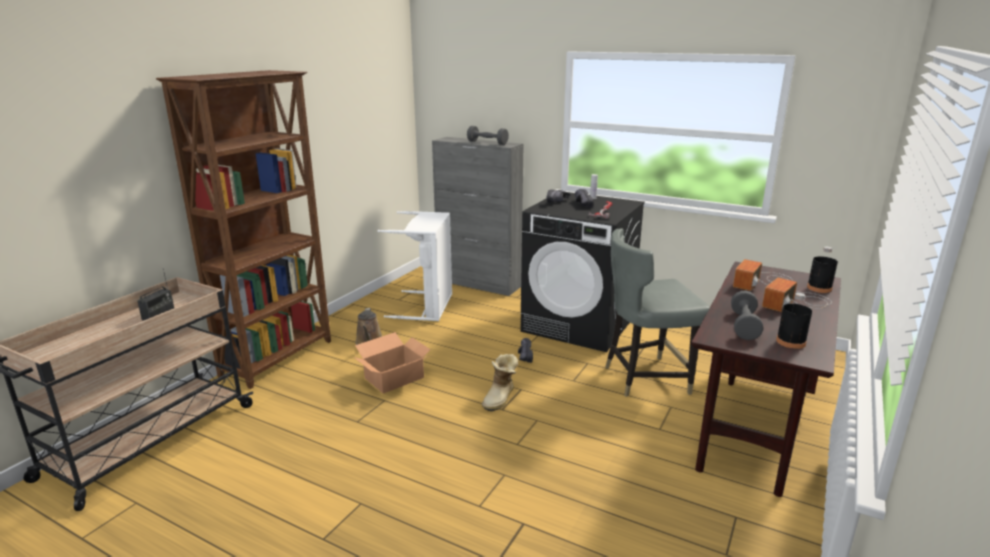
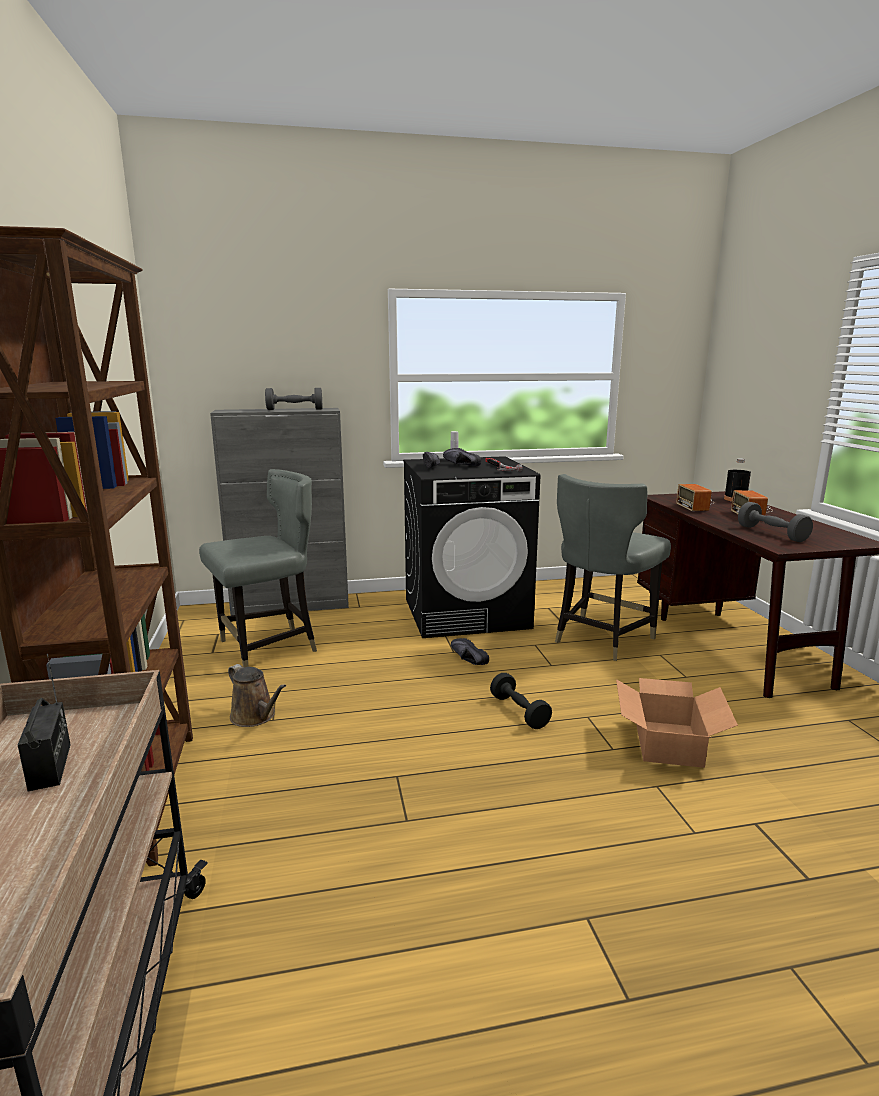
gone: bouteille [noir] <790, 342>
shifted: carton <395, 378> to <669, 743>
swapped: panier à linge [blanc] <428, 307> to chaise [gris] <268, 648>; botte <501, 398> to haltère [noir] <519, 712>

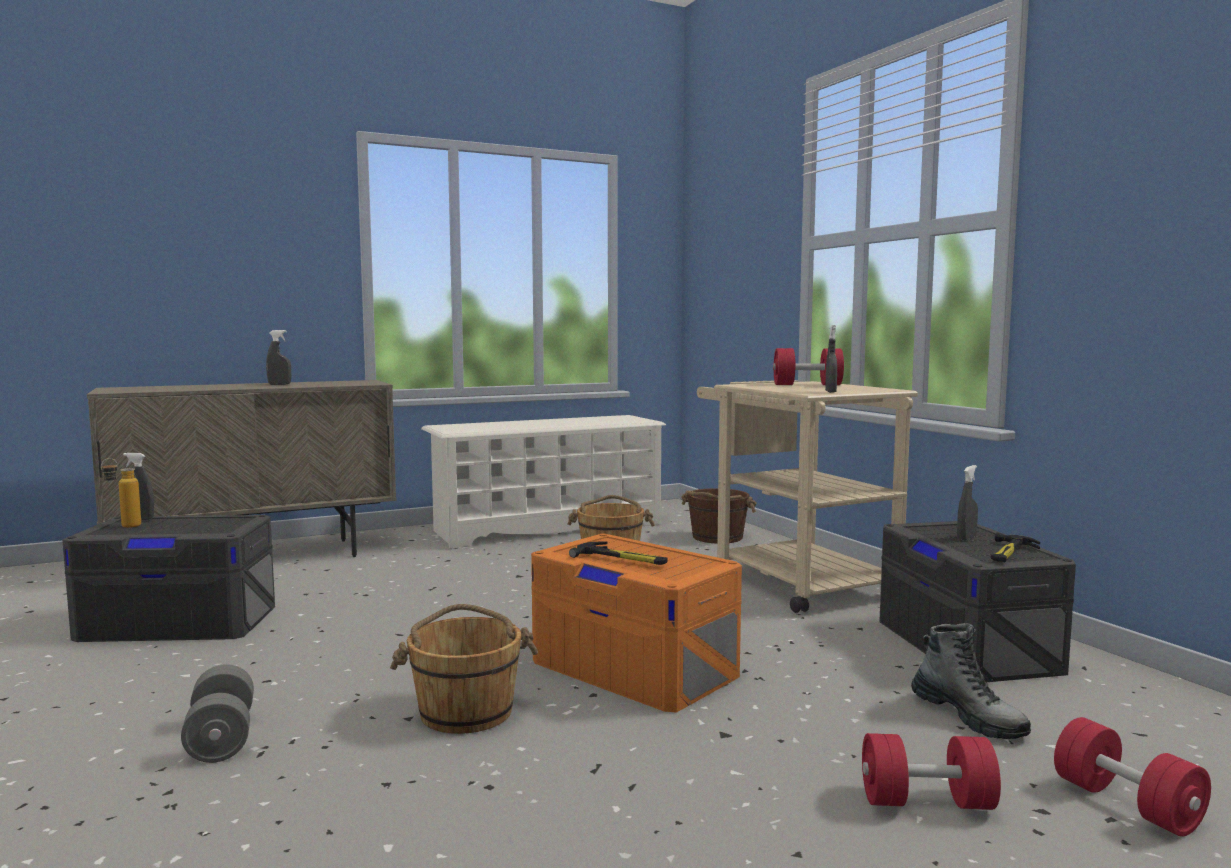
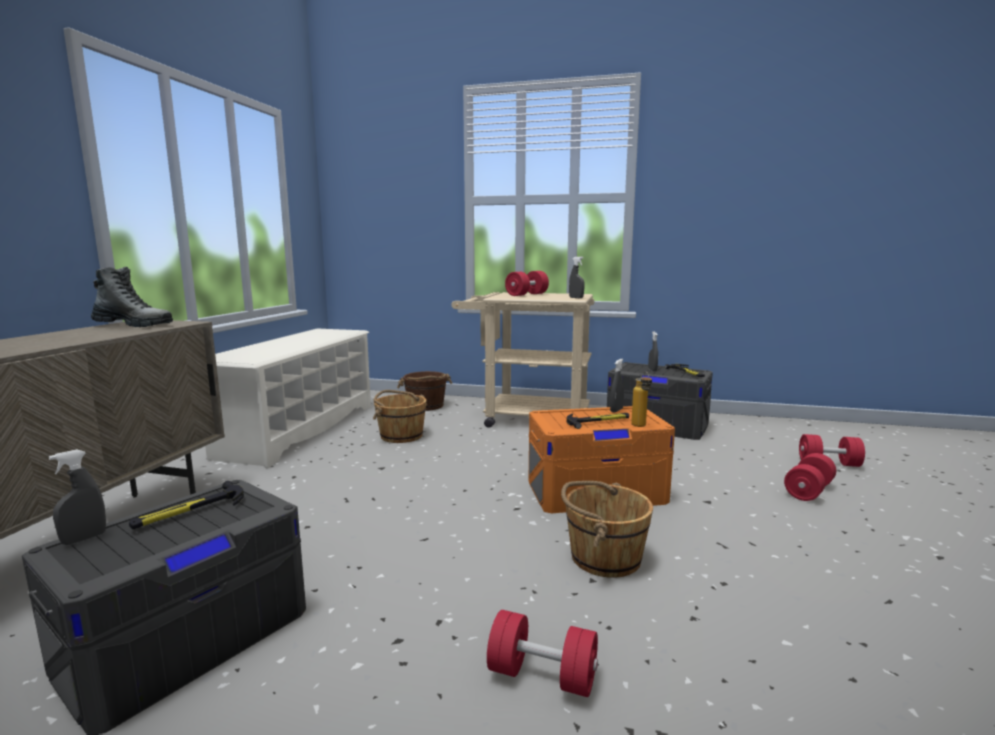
new: marteau <190, 510>
shifted: bouteille <123, 527> to <640, 427>; vaporisateur [gris] <279, 384> to <616, 410>; botte <968, 717> to <134, 325>
repainted: haltère [gris] <221, 738> to haltère [rouge] <542, 675>

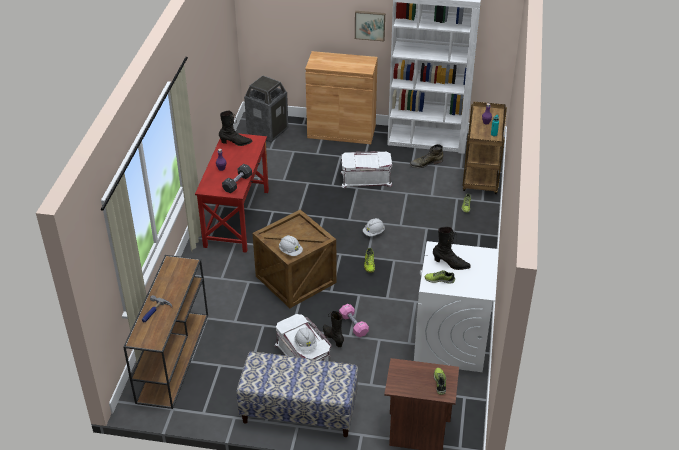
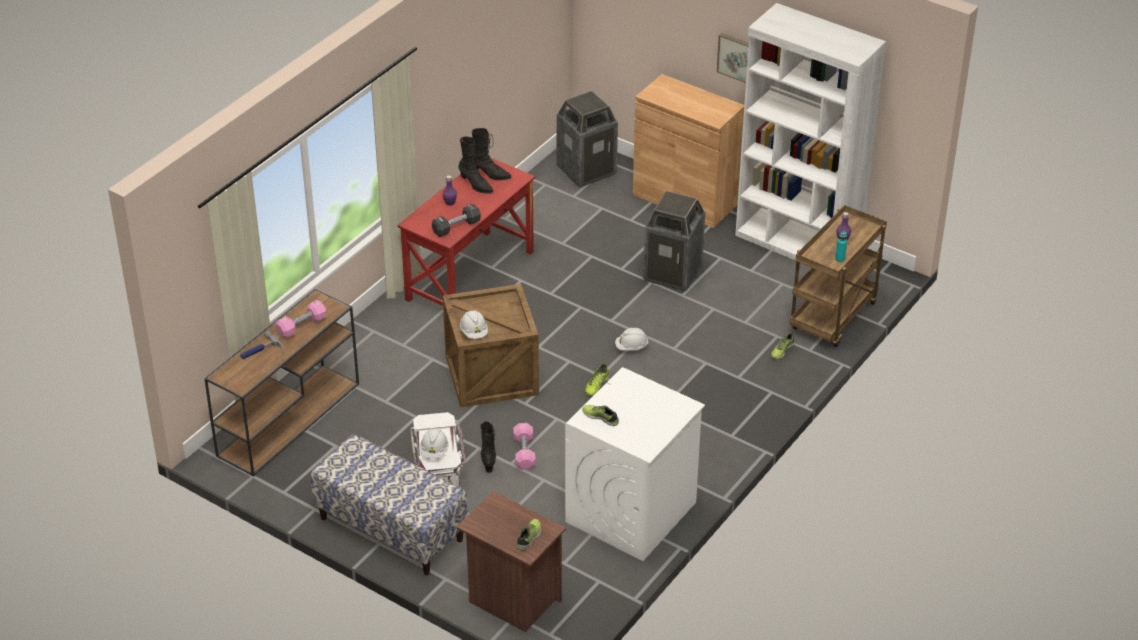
gone: botte [vert] <426, 163>
new: haltère [rose] <302, 326>
shifted: botte [noir] <451, 264> to <475, 185>
swapped: boîte de rangement [blanc] <366, 178> to poubelle <673, 273>

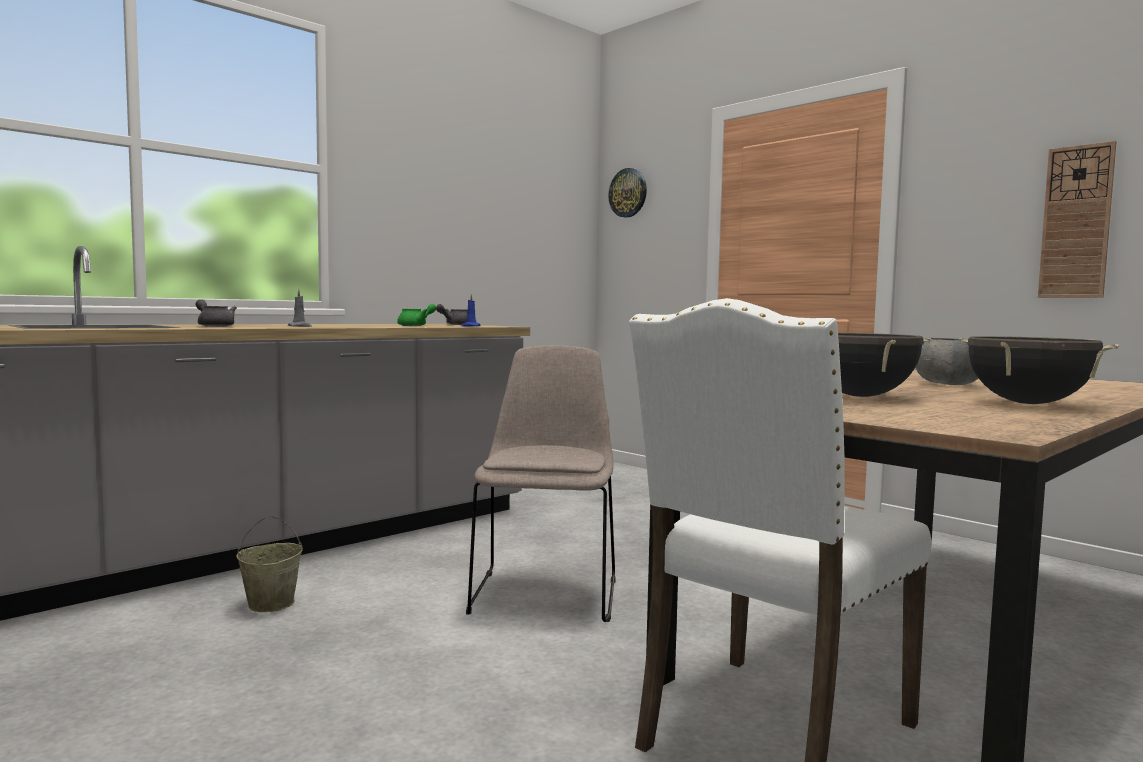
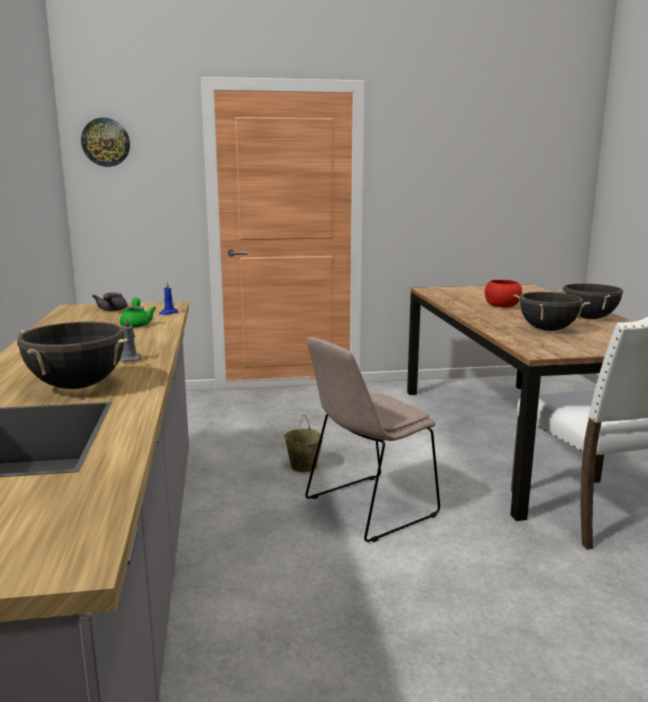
gone: horloge murale <1076, 222>
shifted: seau [beige] <272, 603> to <303, 466>
swapped: théière [gris] <214, 326> to marmite [noir] <77, 386>
repainted: bol [gris] <947, 384> to bol [rouge] <501, 306>
rotated: chaise [beige] <545, 592> = <367, 508> 75 degrees counterclockwise

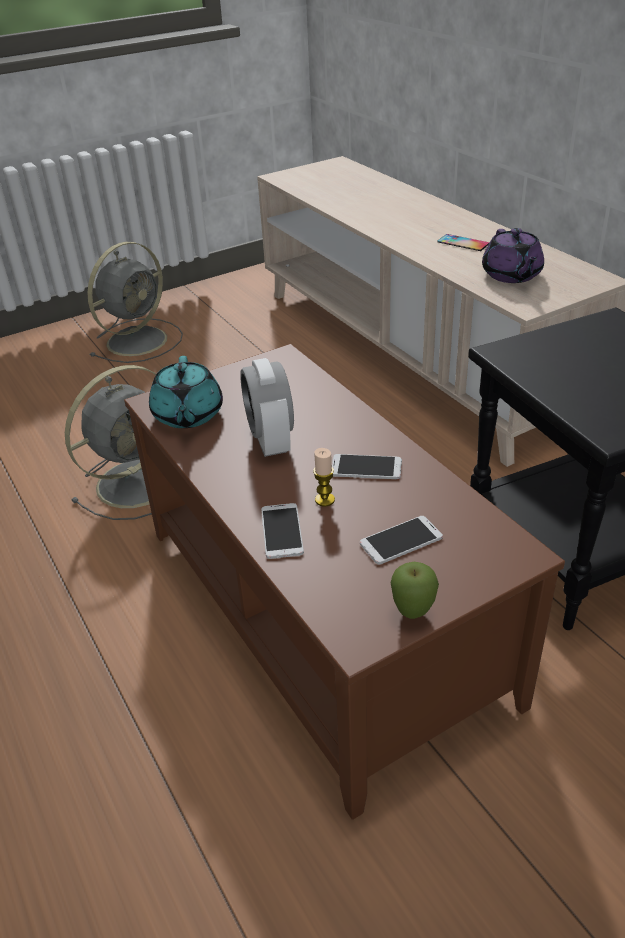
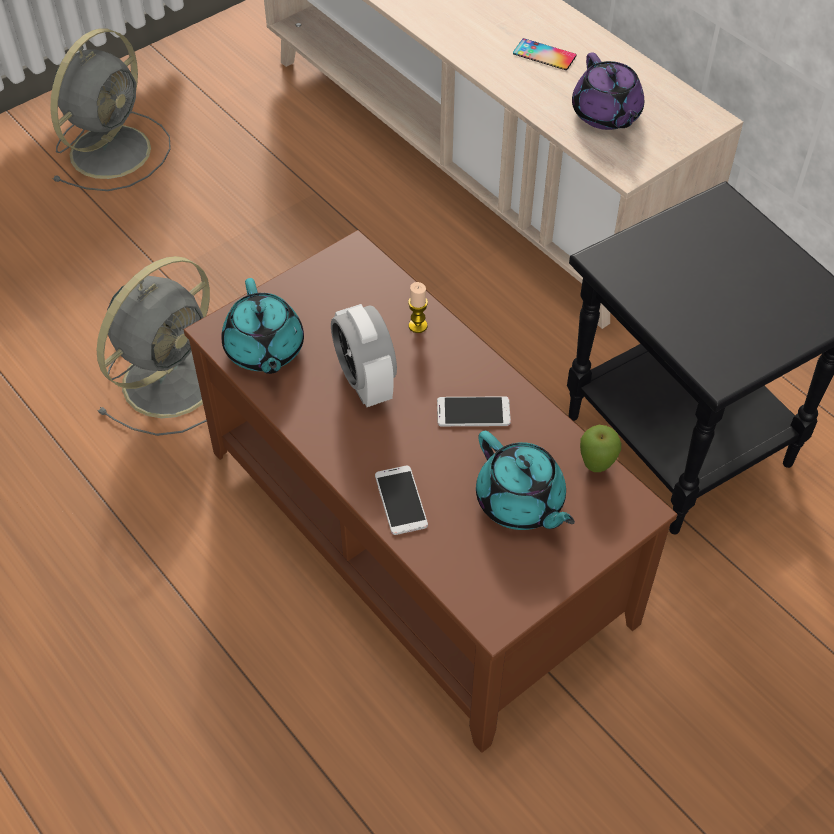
shifted: bougie <324, 500> to <418, 326>; pomme <412, 613> to <596, 466>
swapped: téléphone <401, 540> to théière [turquoise] <520, 502>

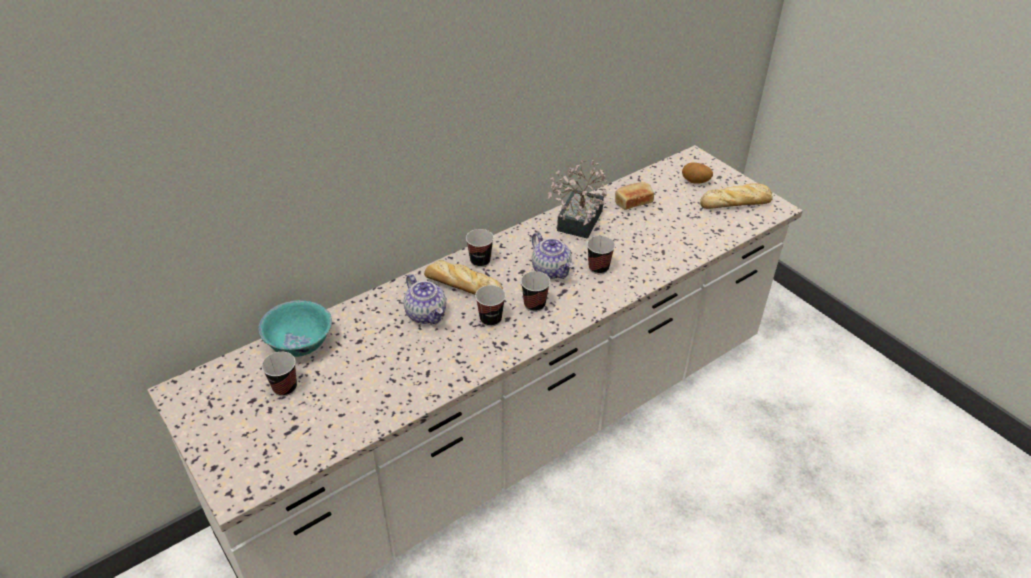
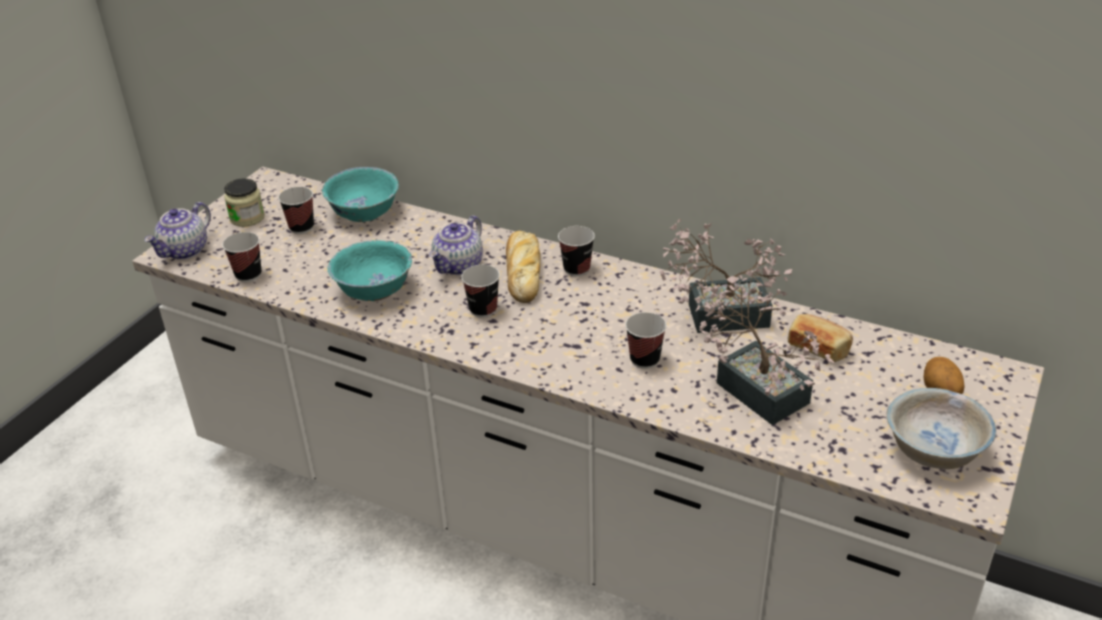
new: bocal <247, 218>; bol [turquoise] <374, 289>; plante en pot <755, 386>
shifted: tasse <534, 305> to <248, 275>; théière <551, 270> to <185, 251>
swapped: pain <737, 203> to bol [blanc] <934, 450>

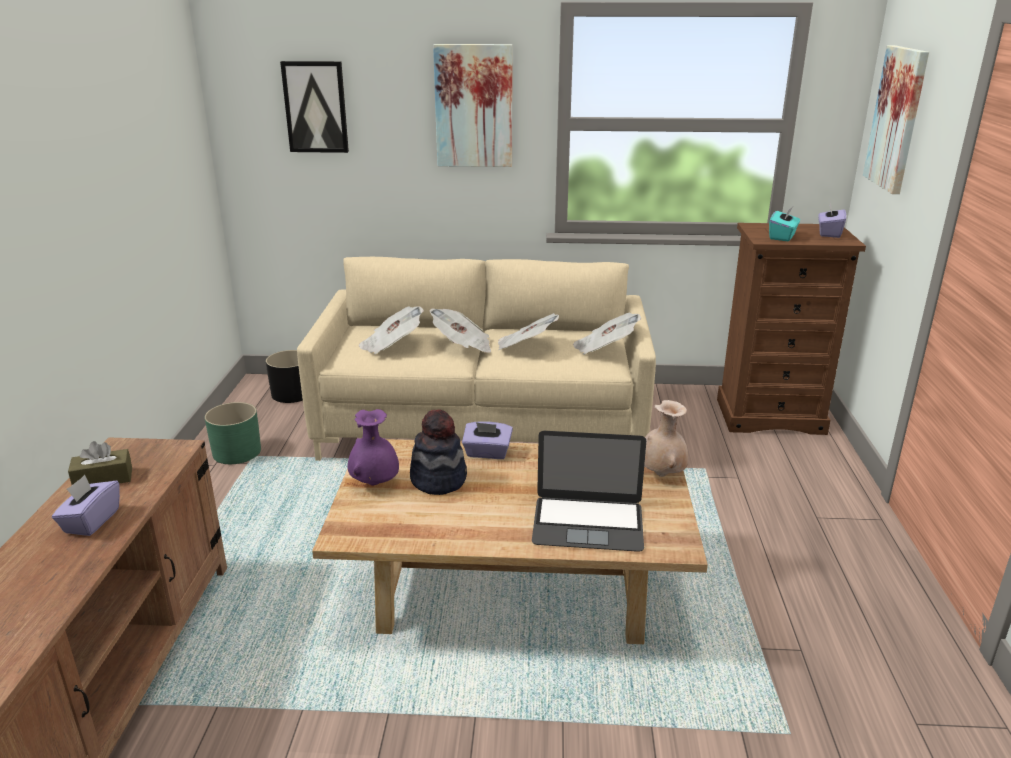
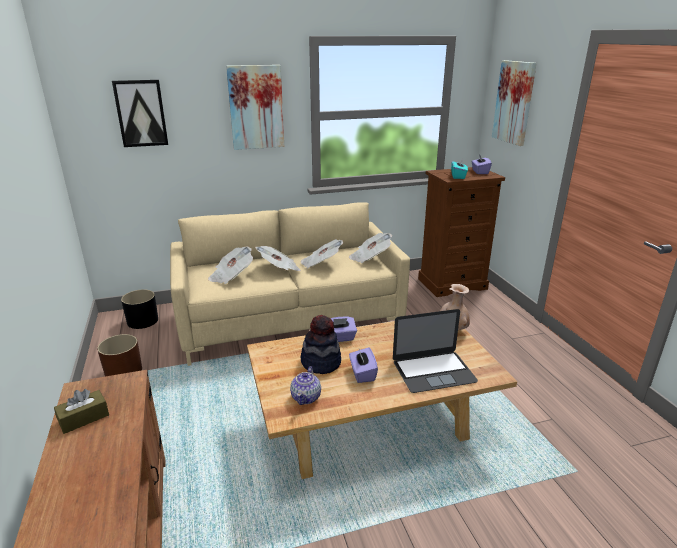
gone: vase [violet] <375, 483>
new: théière <306, 397>
shifted: boîte à mouchoirs [violet] <91, 521> to <362, 374>
repainted: cache-pot [vert] <237, 452> to cache-pot [marron] <124, 371>

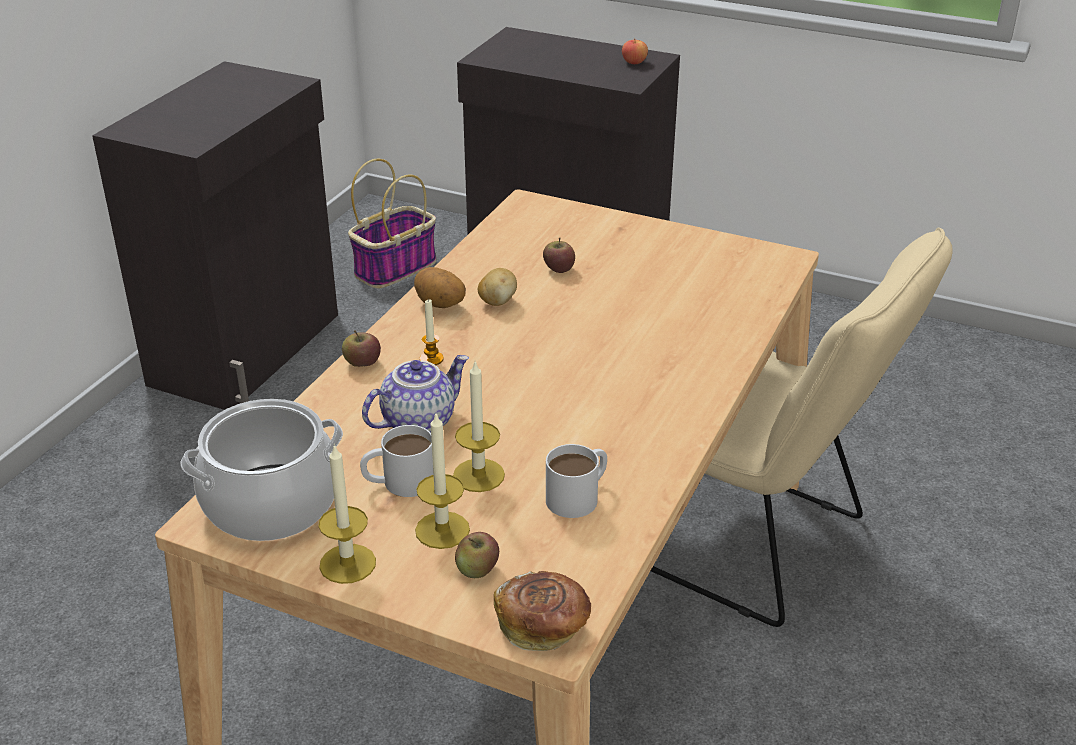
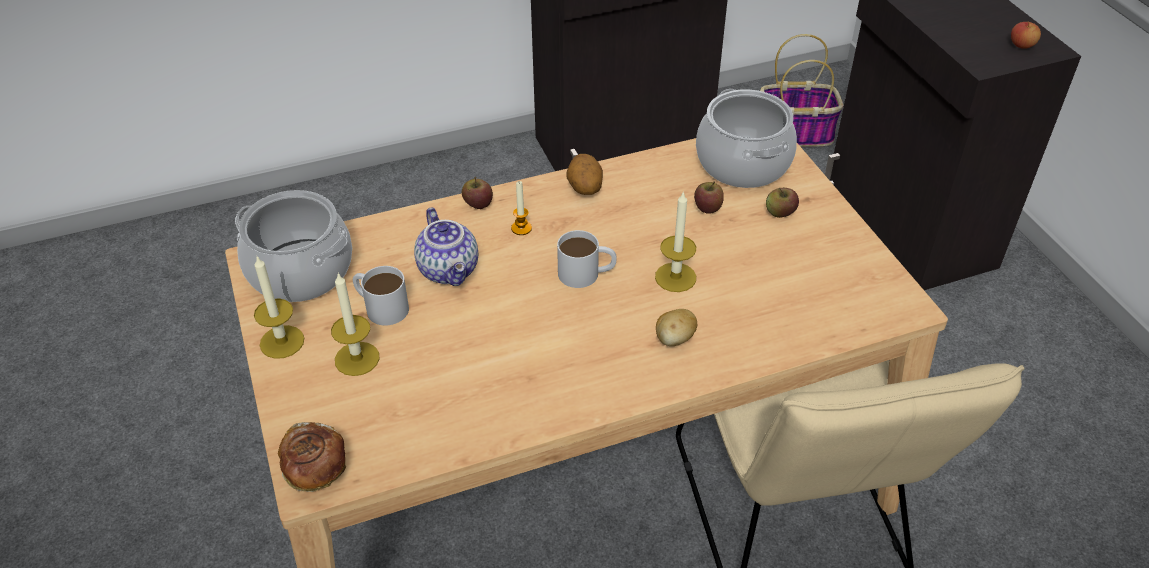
new: marmite <742, 163>
shifted: bougie <478, 475> to <675, 277>; pomme <477, 570> to <780, 213>; pomme de terre <497, 302> to <674, 339>; mug [blanc] <579, 495> to <586, 273>
rotated: théière <418, 421> = <450, 270> 60 degrees clockwise

